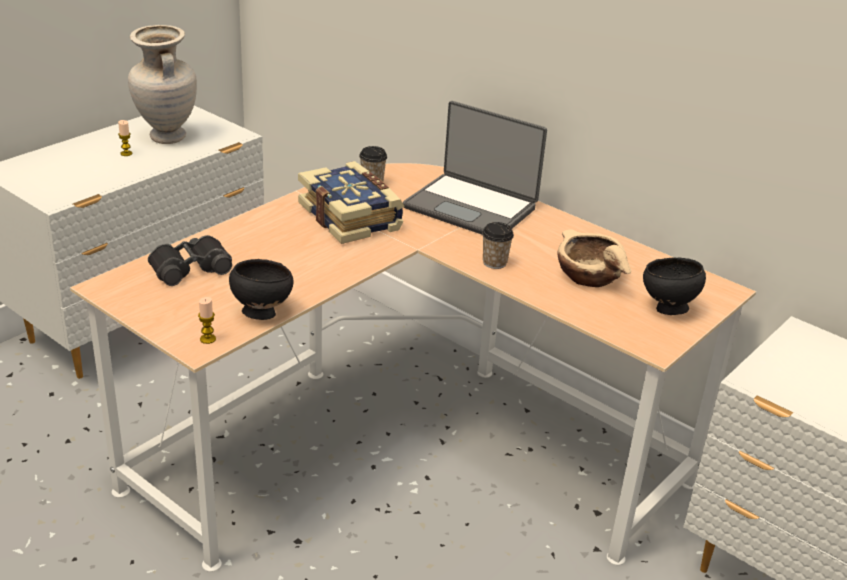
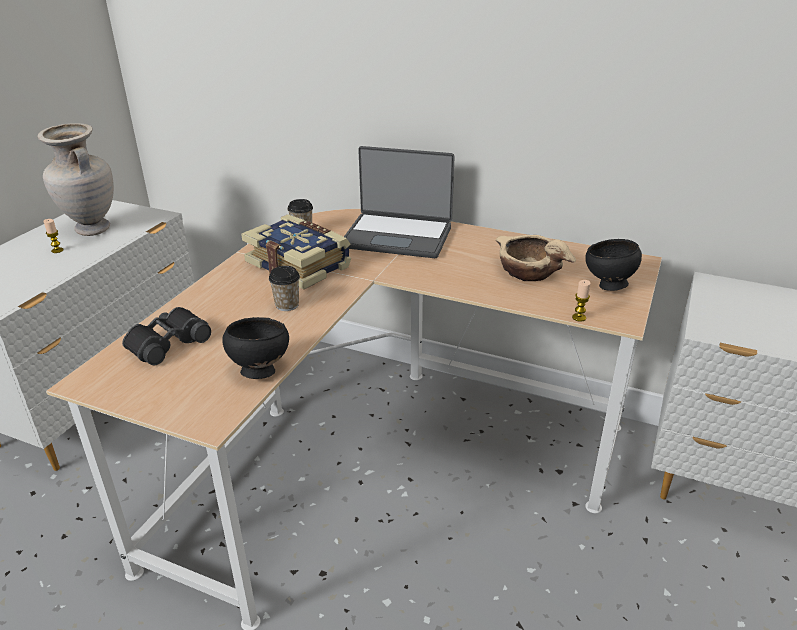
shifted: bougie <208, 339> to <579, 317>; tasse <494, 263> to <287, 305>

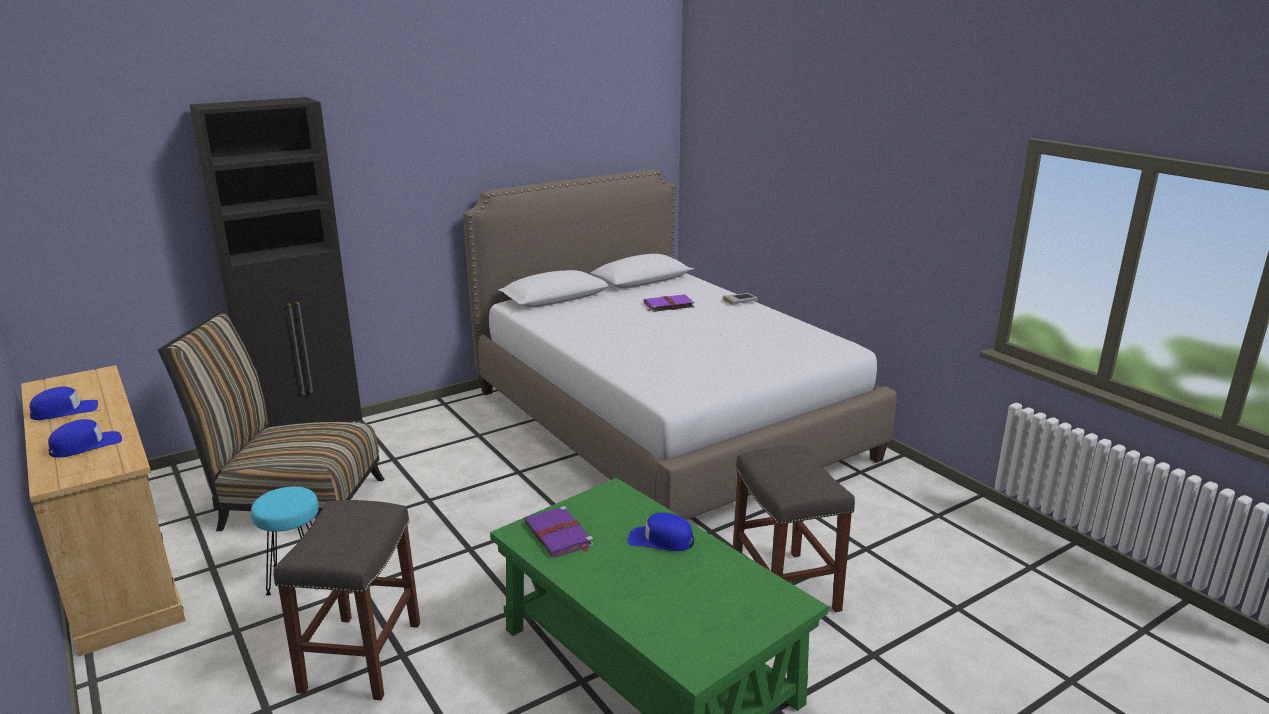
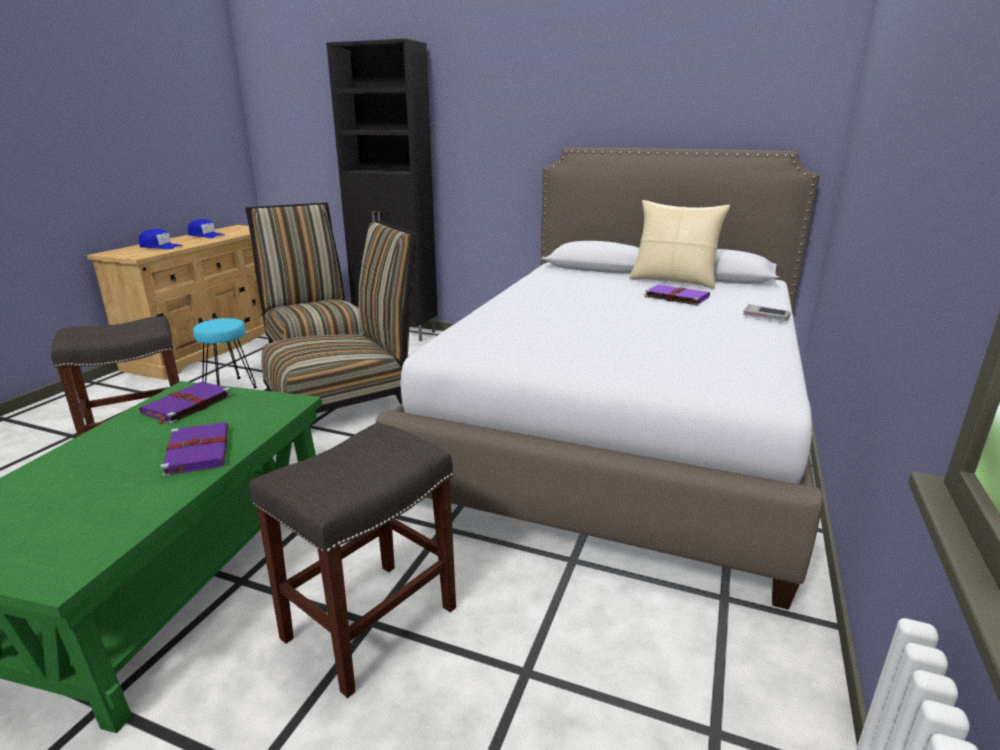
new: chaise <347, 404>; coussin [beige] <673, 281>
swapped: casquette [bleu] <661, 540> to livre [violet] <198, 450>

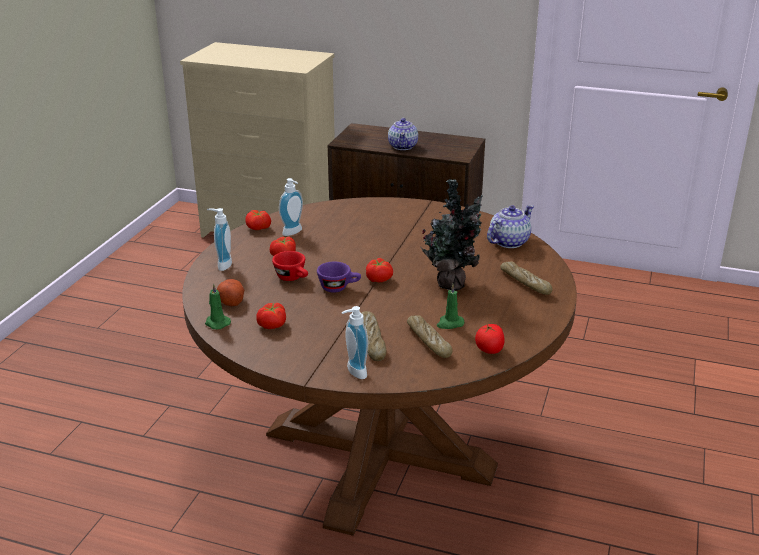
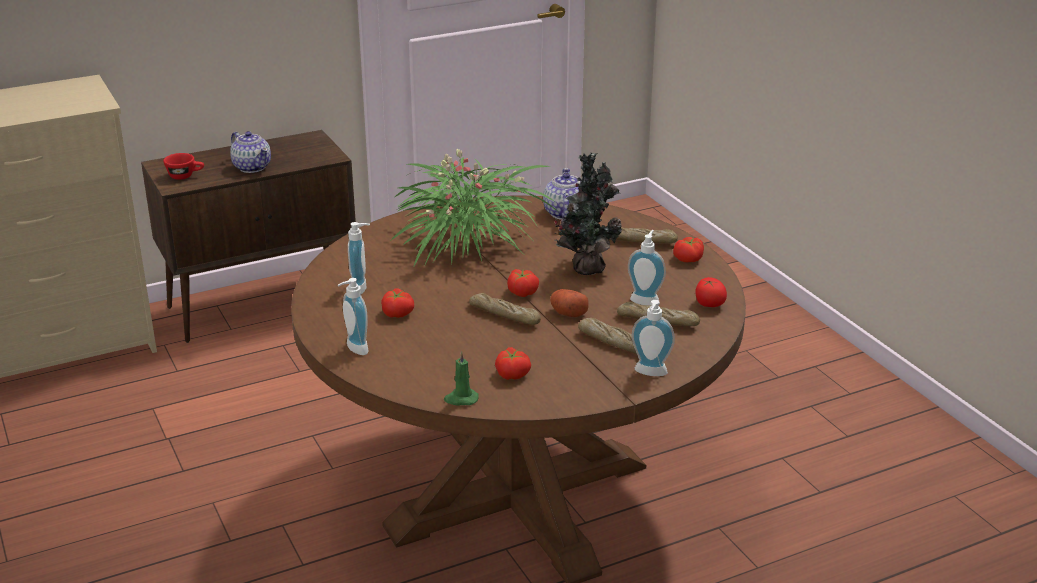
new: plante en pot <466, 243>
shifted: pomme de terre <231, 301> to <567, 313>; tomate <258, 228> to <689, 259>; tasse [rouge] <293, 278> to <185, 176>
swapped: tasse [violet] <339, 287> to pain <504, 316>; bougie [vert] <449, 323> to distributeur de savon <646, 300>

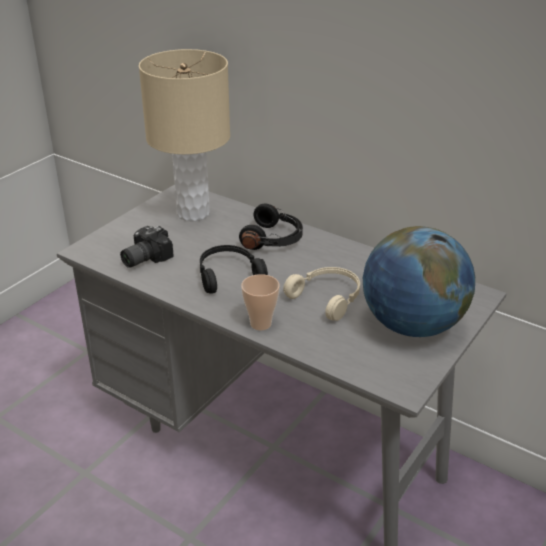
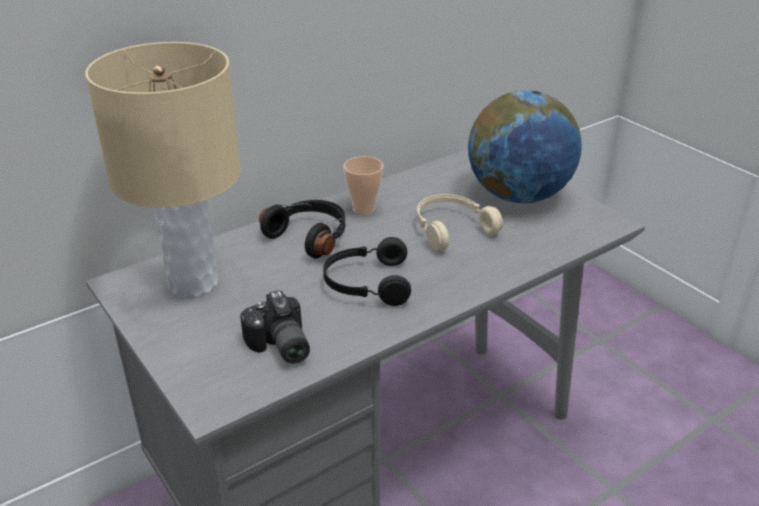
shifted: tasse <260, 324> to <364, 209>

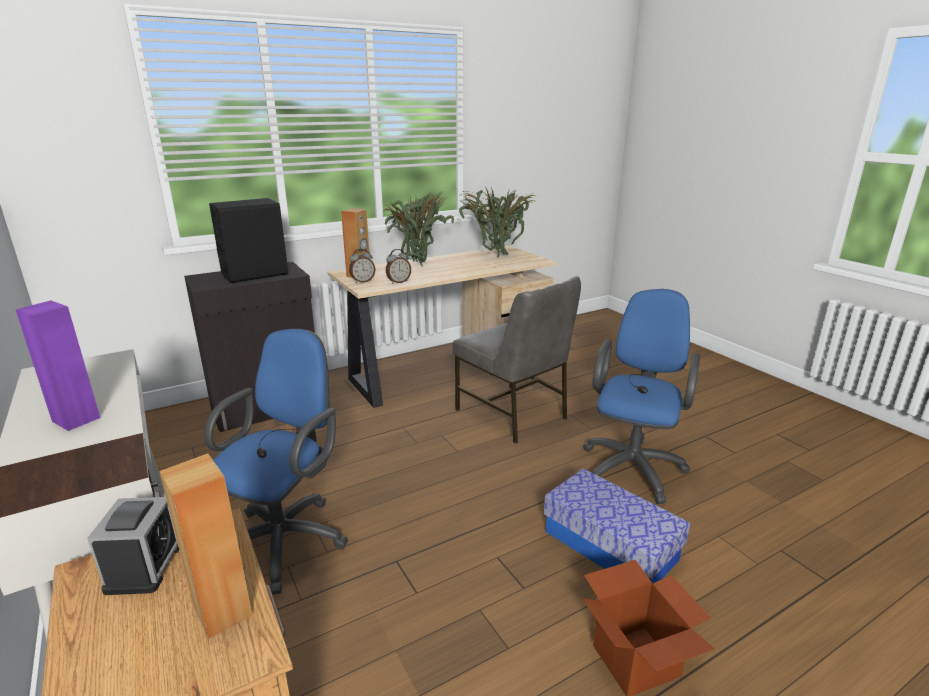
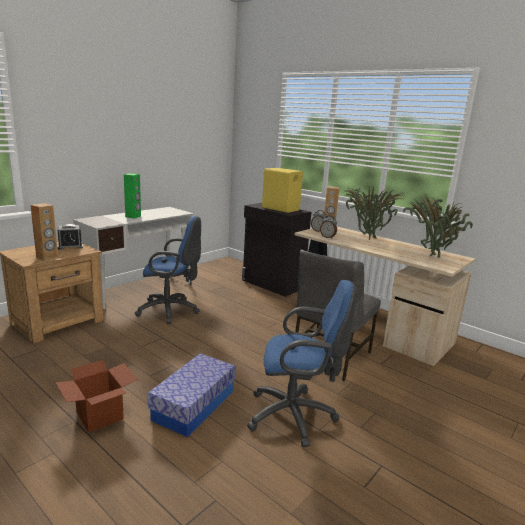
repainted: enceinte [violet] <77, 419> to enceinte [vert] <133, 216>; enceinte [noir] <255, 274> to enceinte [jaune] <281, 209>

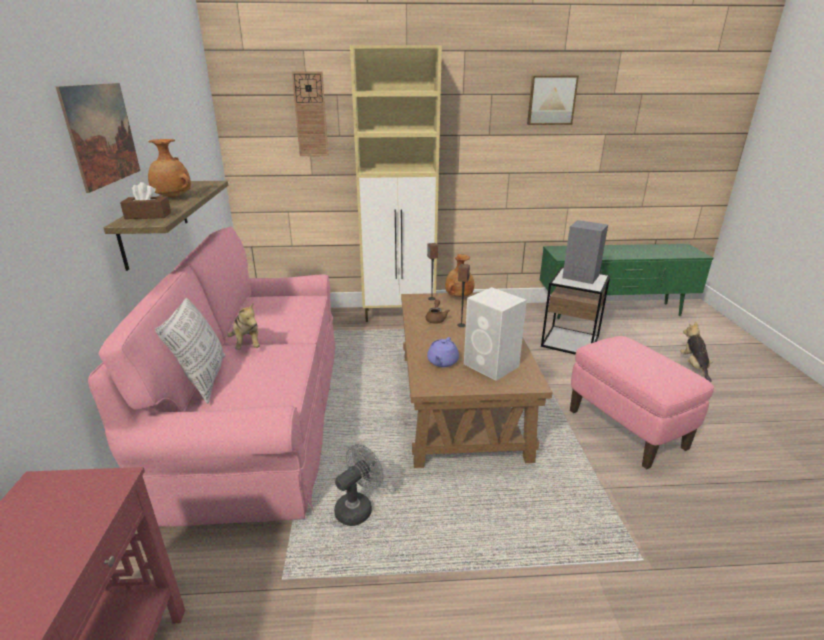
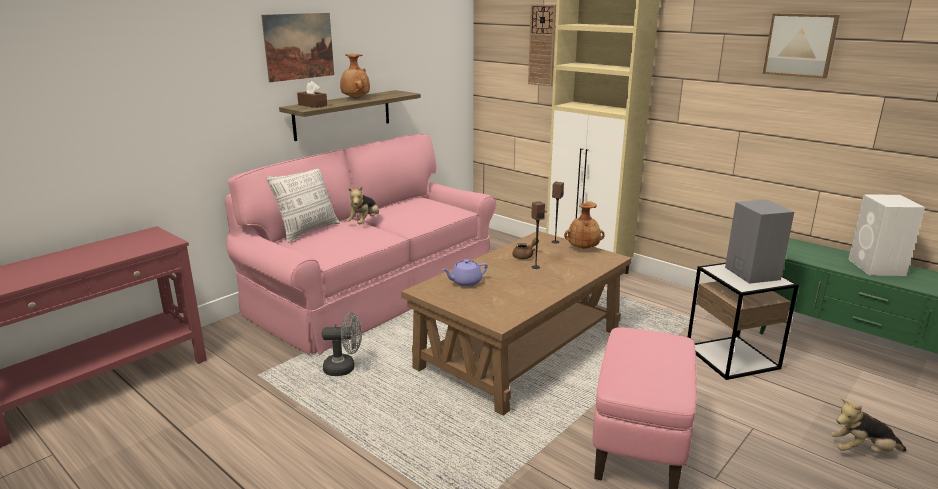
shifted: enceinte [blanc] <492, 366> to <877, 268>
rotated: peluche <694, 366> = <862, 451> 135 degrees counterclockwise

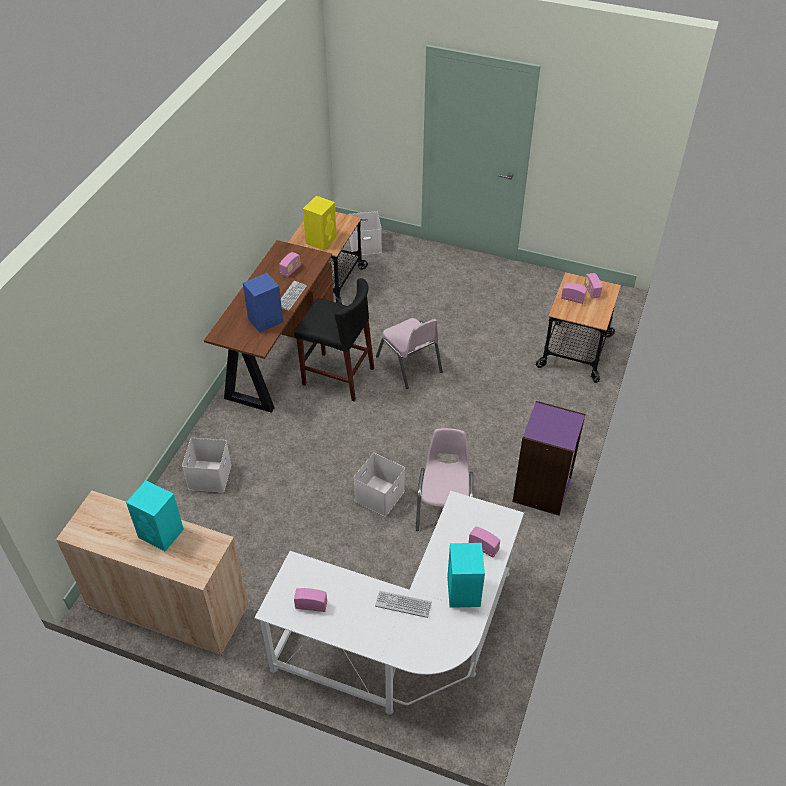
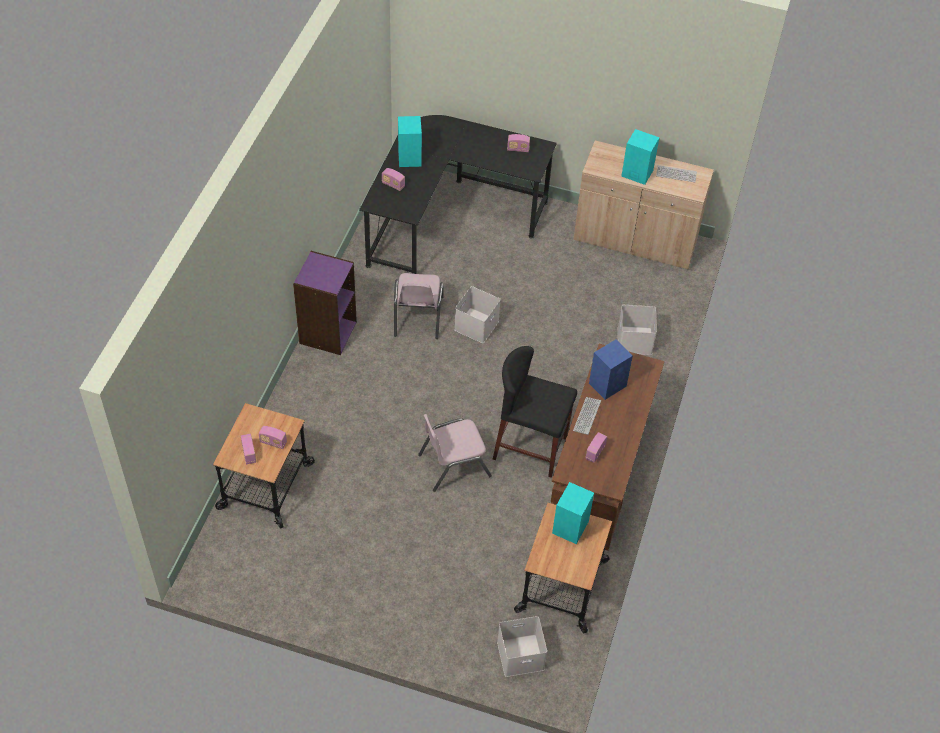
shifted: clavier <403, 604> to <676, 174>
repainted: bureau [blanc] <407, 643> to bureau [noir] <448, 218>; enceinte [jaune] <321, 240> to enceinte [turquoise] <570, 528>
rotated: chaise [rose] <409, 364> = <453, 465> 75 degrees counterclockwise

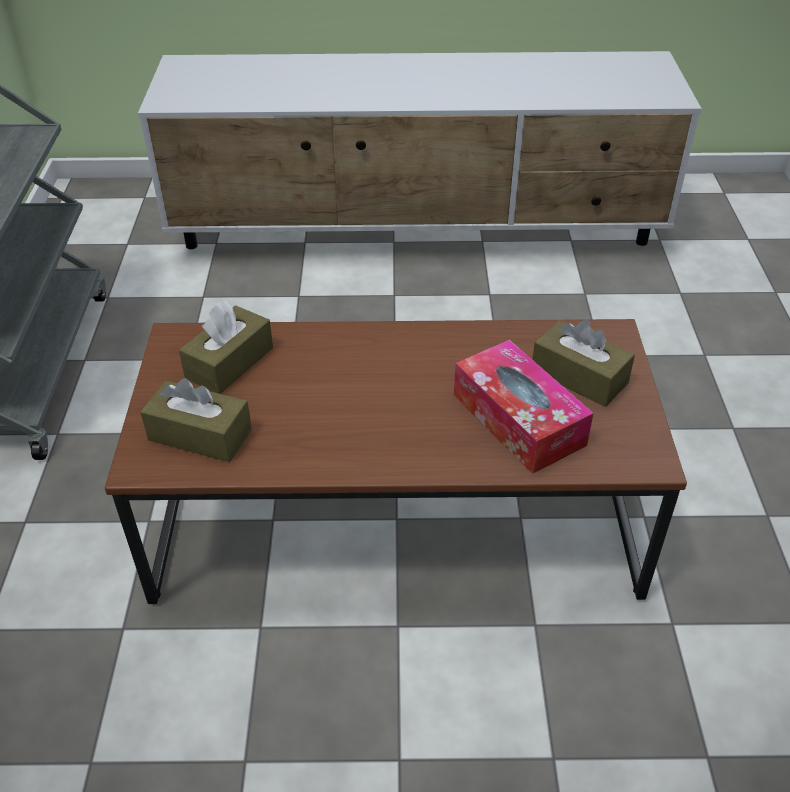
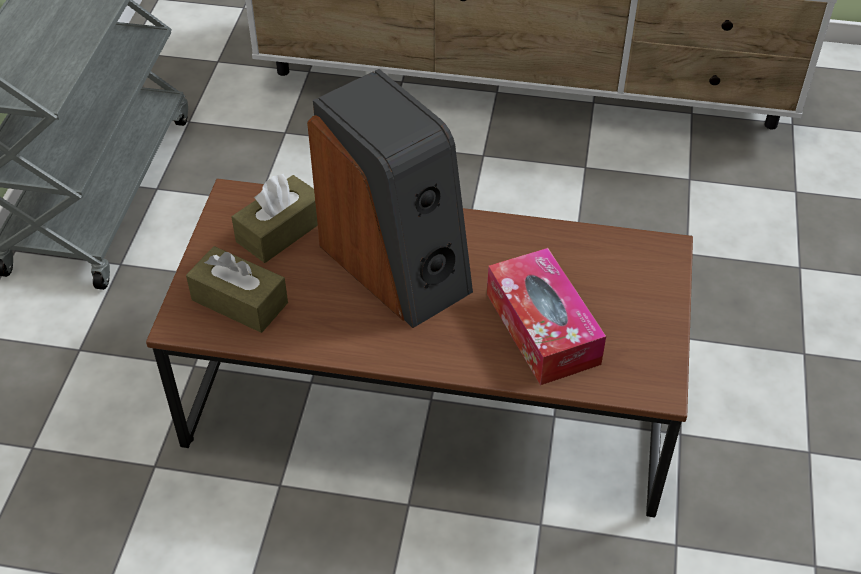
gone: boîte à mouchoirs [marron] <579, 376>
new: enceinte <397, 265>

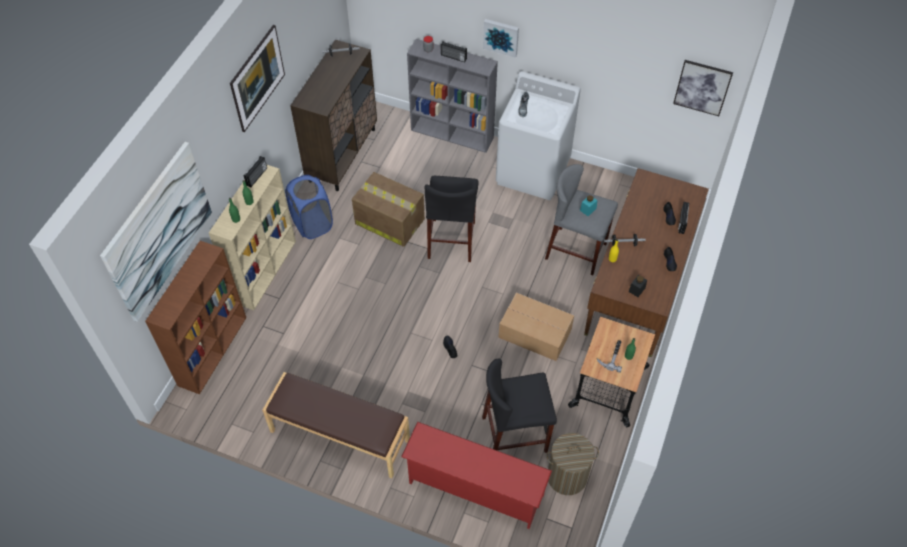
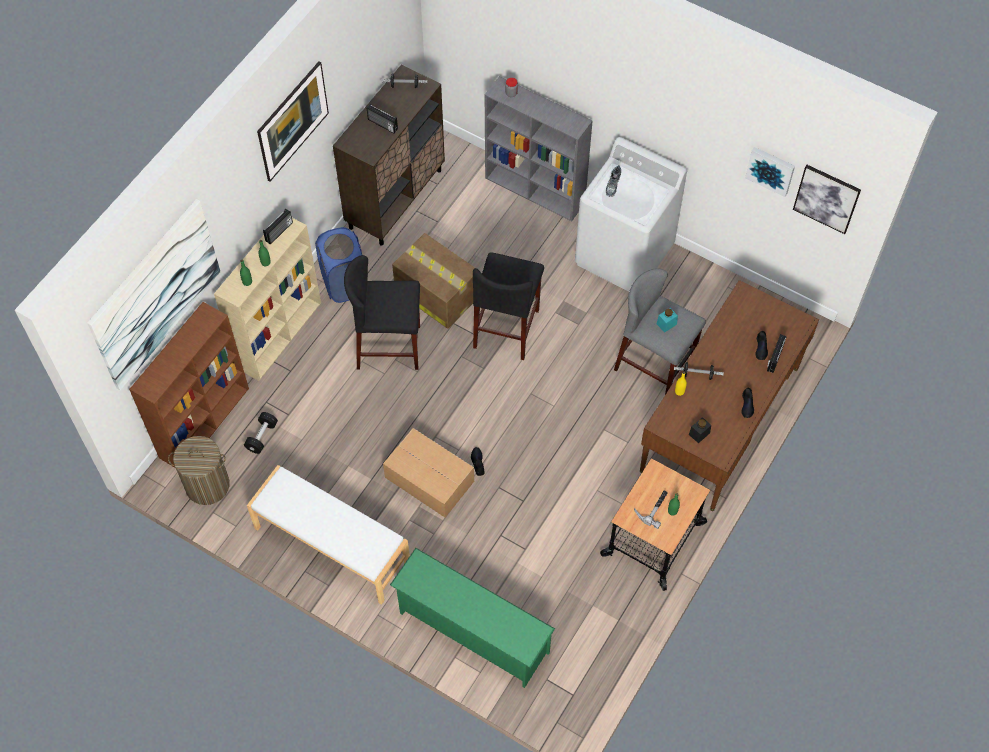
new: haltère [noir] <262, 437>
shifted: radio <453, 57> to <382, 125>; tabouret [noir] <515, 434> to <389, 347>; tableau <501, 36> to <770, 170>; carton <535, 334> to <430, 480>; panier à linge <567, 476> to <207, 485>
repainted: banc [marron] <339, 436> to banc [blanc] <331, 546>; étagère à chaussures [rouge] <474, 489> to étagère à chaussures [vert] <472, 633>

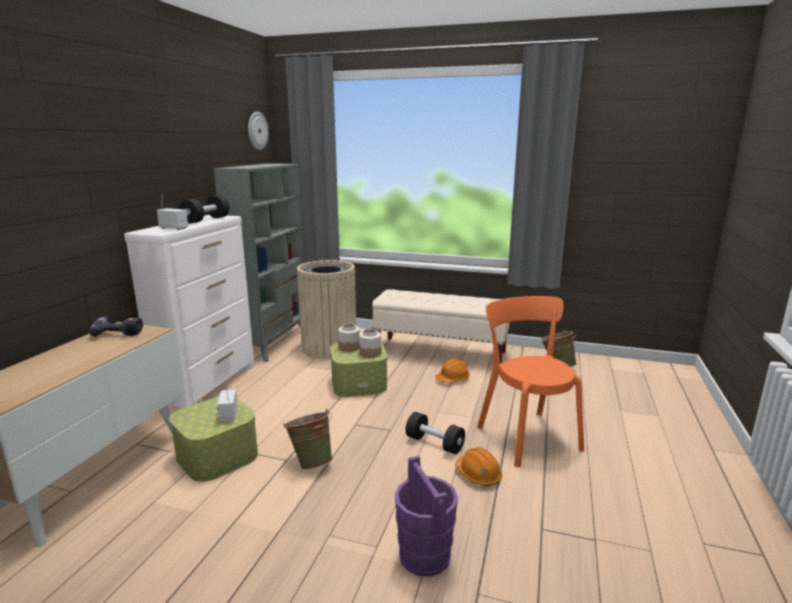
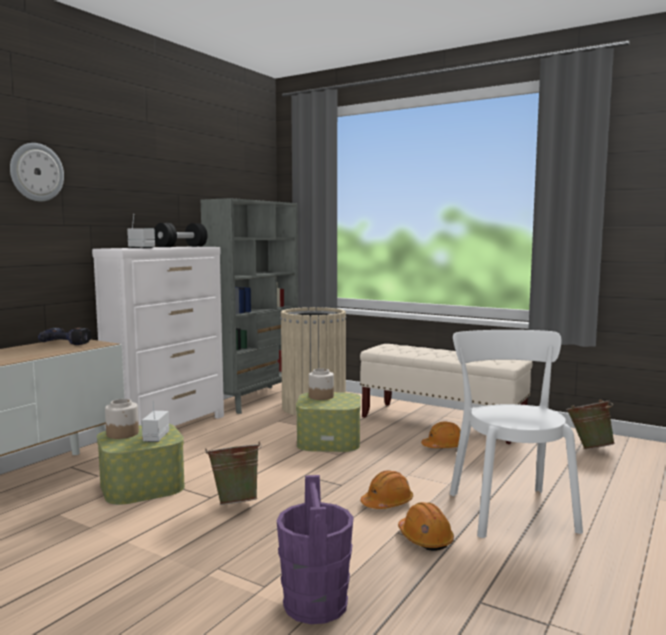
shifted: horloge murale <257, 131> to <36, 172>; bocal <370, 353> to <123, 433>
swapped: haltère [noir] <434, 443> to casque de chantier [orange] <387, 503>
repainted: chaise [orange] <526, 435> to chaise [blanc] <509, 508>

